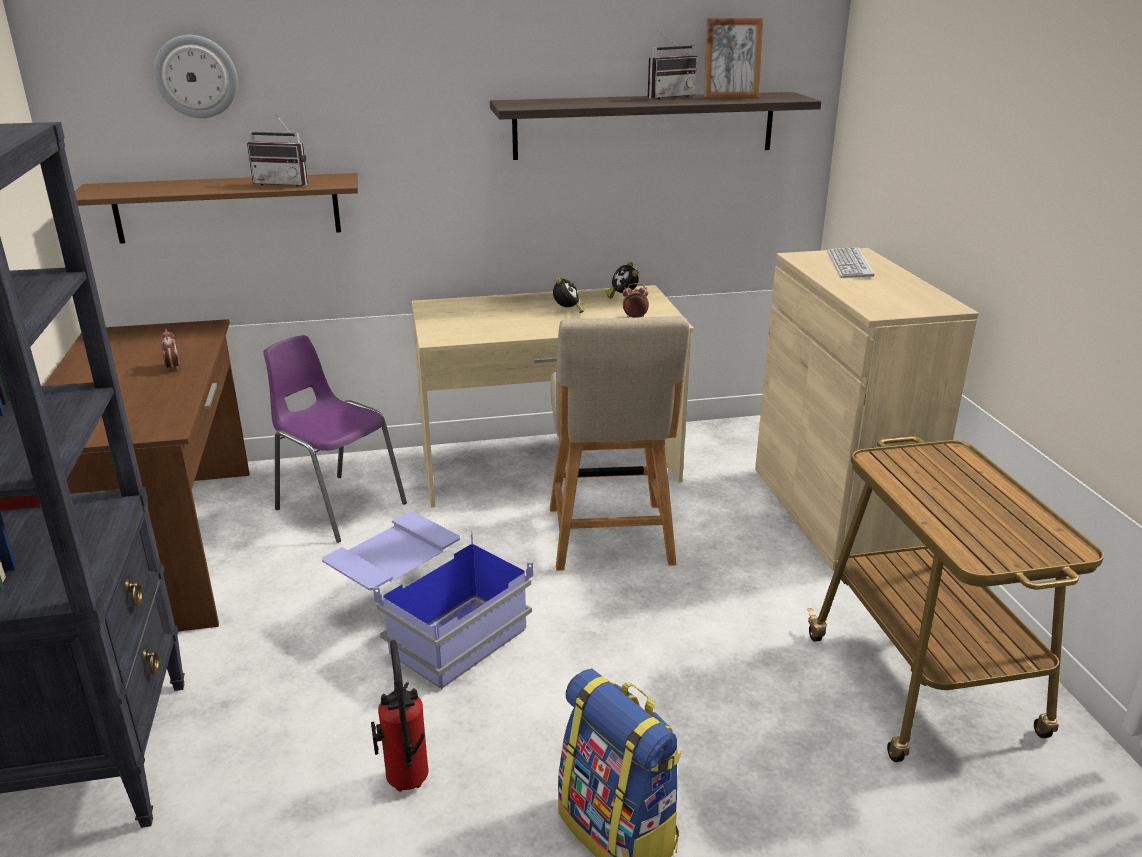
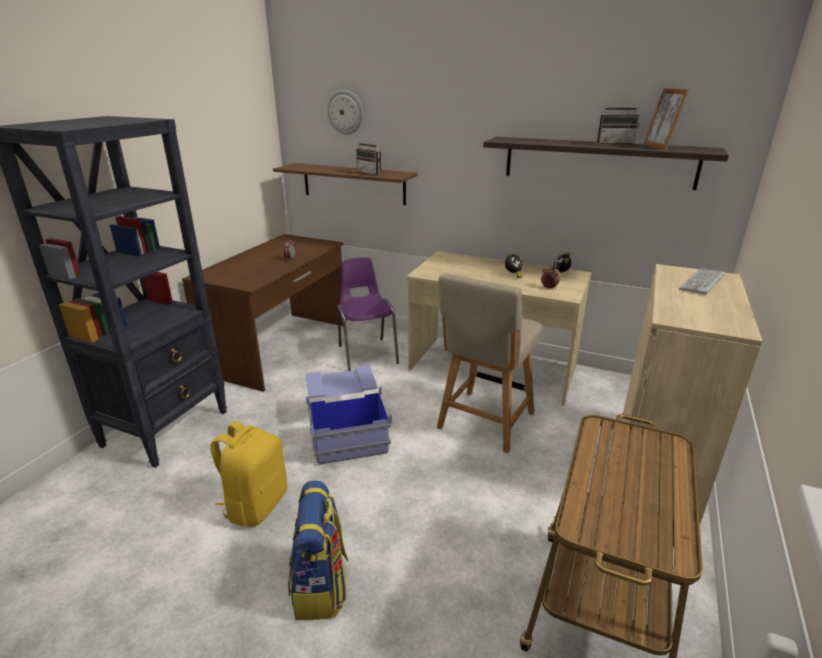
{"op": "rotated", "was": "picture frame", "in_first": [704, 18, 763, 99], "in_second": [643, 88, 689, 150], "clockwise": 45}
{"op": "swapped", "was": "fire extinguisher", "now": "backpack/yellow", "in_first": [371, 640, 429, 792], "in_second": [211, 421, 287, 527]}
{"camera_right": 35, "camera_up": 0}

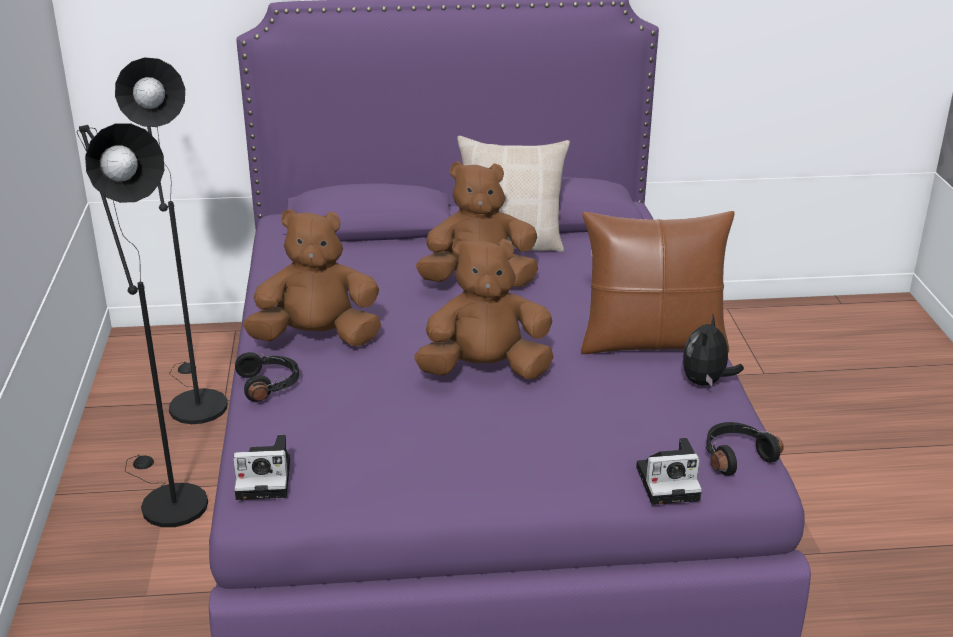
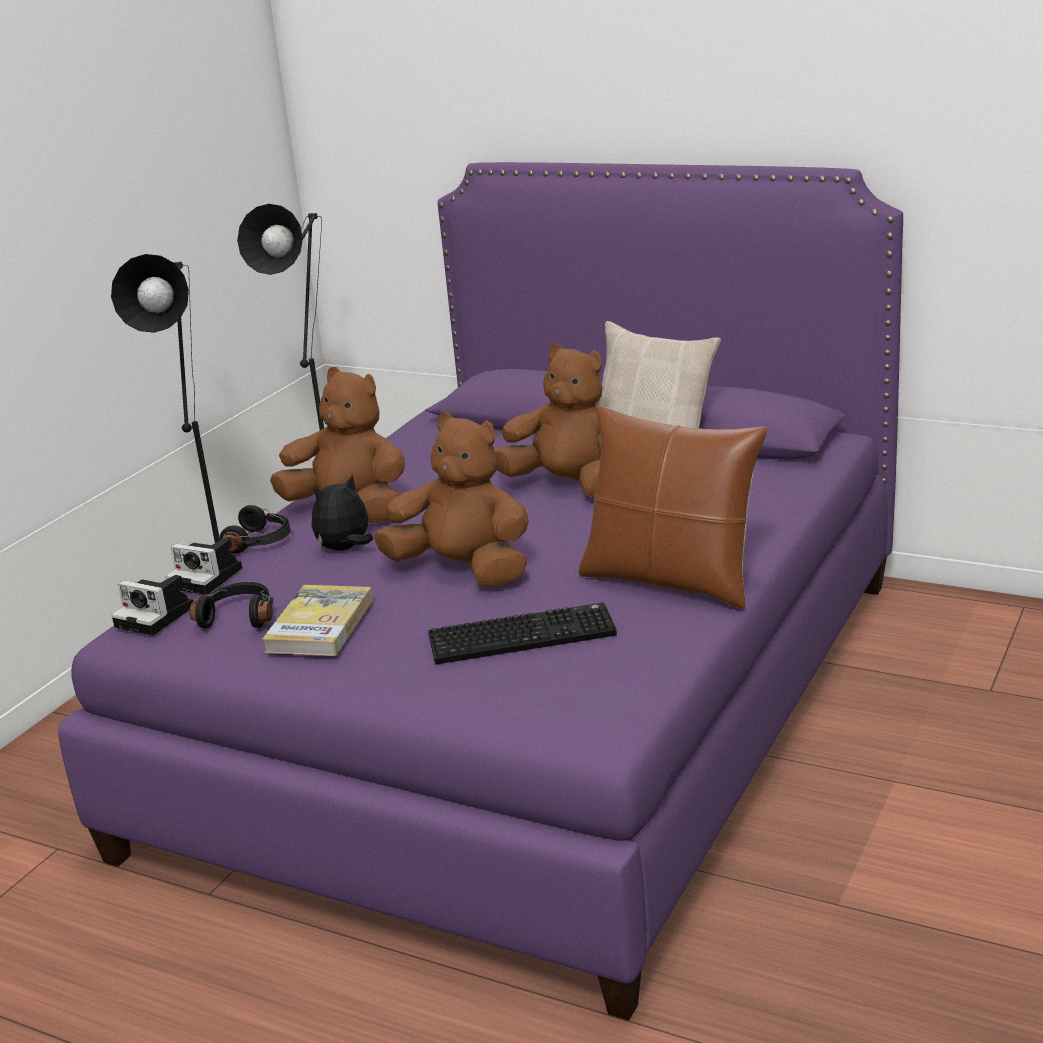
{"op": "shifted", "was": "plush toy", "in_first": [682, 315, 744, 386], "in_second": [312, 474, 373, 551]}
{"op": "shifted", "was": "headphones/black", "in_first": [705, 422, 784, 476], "in_second": [189, 582, 274, 628]}
{"op": "shifted", "was": "photo camera", "in_first": [636, 438, 702, 505], "in_second": [165, 538, 242, 595]}
{"op": "new", "now": "book", "in_second": [262, 585, 373, 656]}
{"op": "new", "now": "keyboard", "in_second": [428, 602, 617, 664]}
{"camera_right": 35, "camera_up": -5}

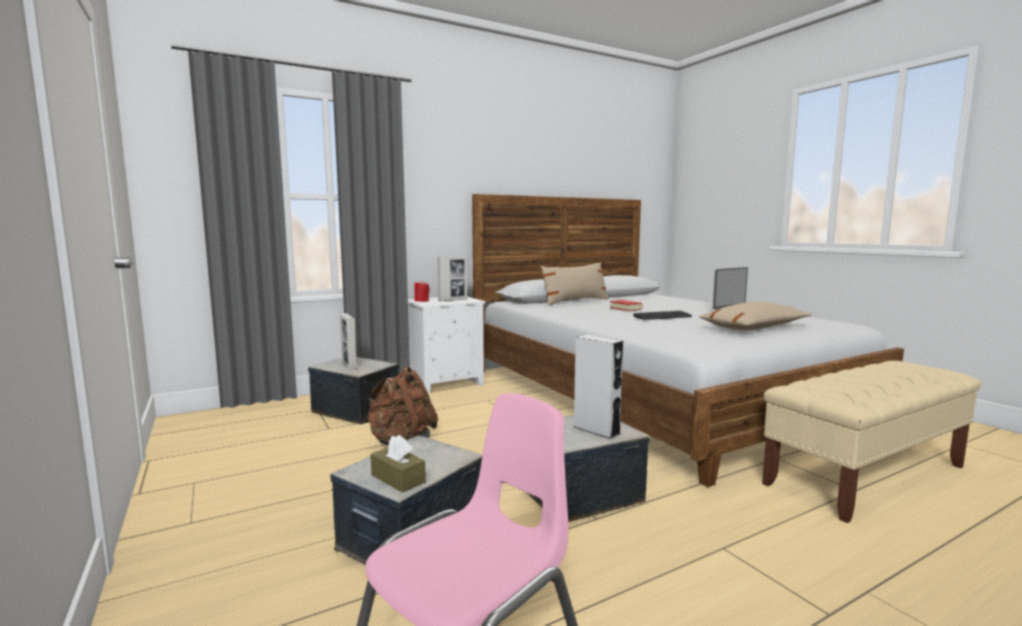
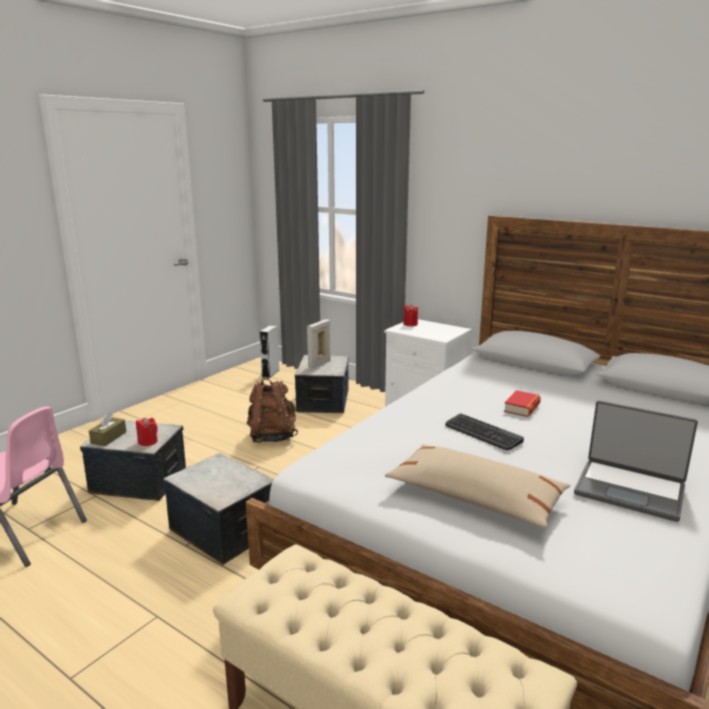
{"op": "gone", "was": "picture frame", "in_first": [437, 256, 467, 301]}
{"op": "gone", "was": "pillow/beige", "in_first": [541, 262, 609, 305]}
{"op": "shifted", "was": "speaker/grey", "in_first": [574, 335, 623, 439], "in_second": [259, 325, 280, 378]}
{"op": "new", "now": "candle/red", "in_second": [136, 418, 158, 446]}
{"camera_right": 65, "camera_up": 10}

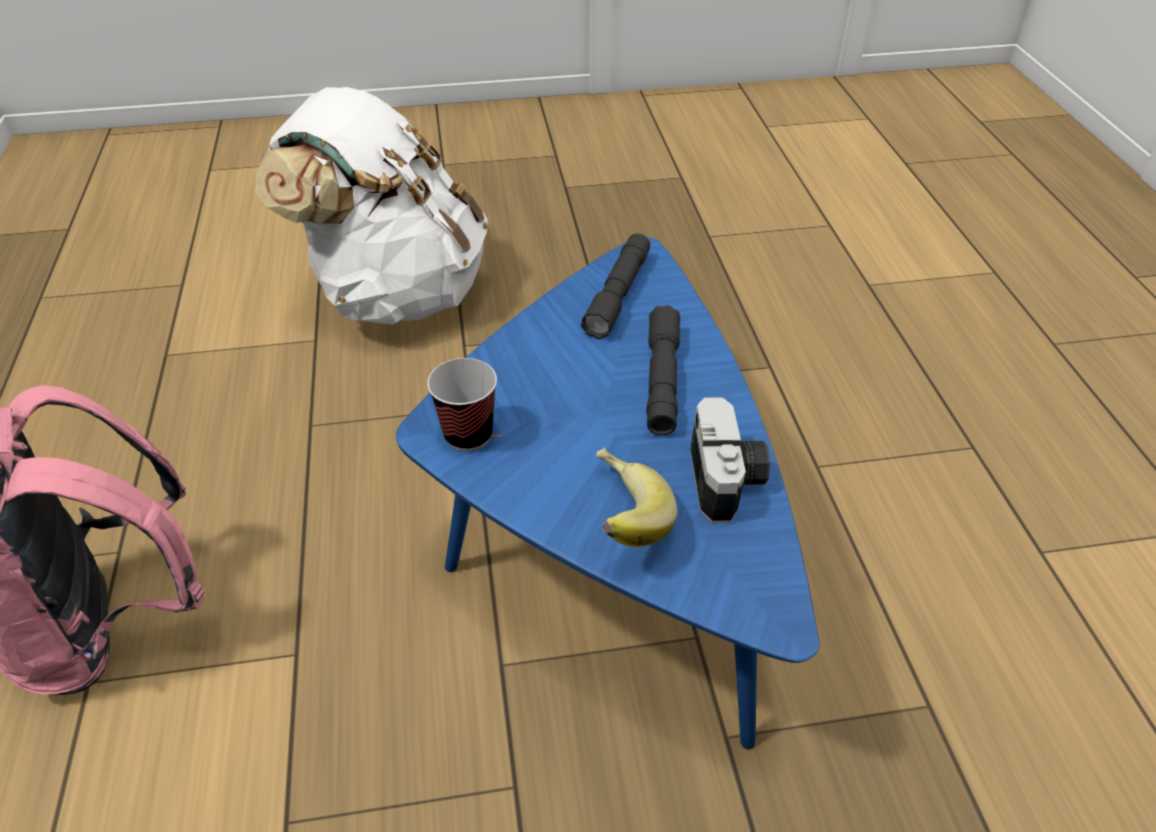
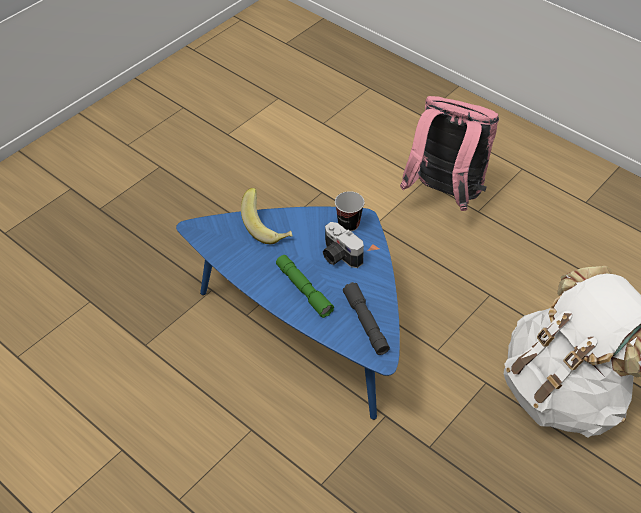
{"op": "repainted", "was": "flashlight/grey", "now": "flashlight/green", "in_first": [646, 305, 680, 435], "in_second": [276, 255, 334, 318]}
{"op": "shifted", "was": "photo camera", "in_first": [690, 397, 770, 523], "in_second": [323, 222, 364, 268]}
{"camera_right": 140, "camera_up": 5}

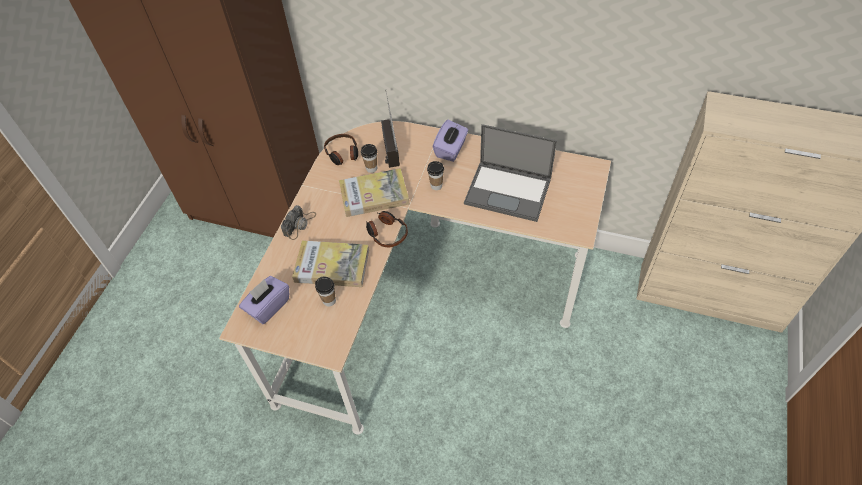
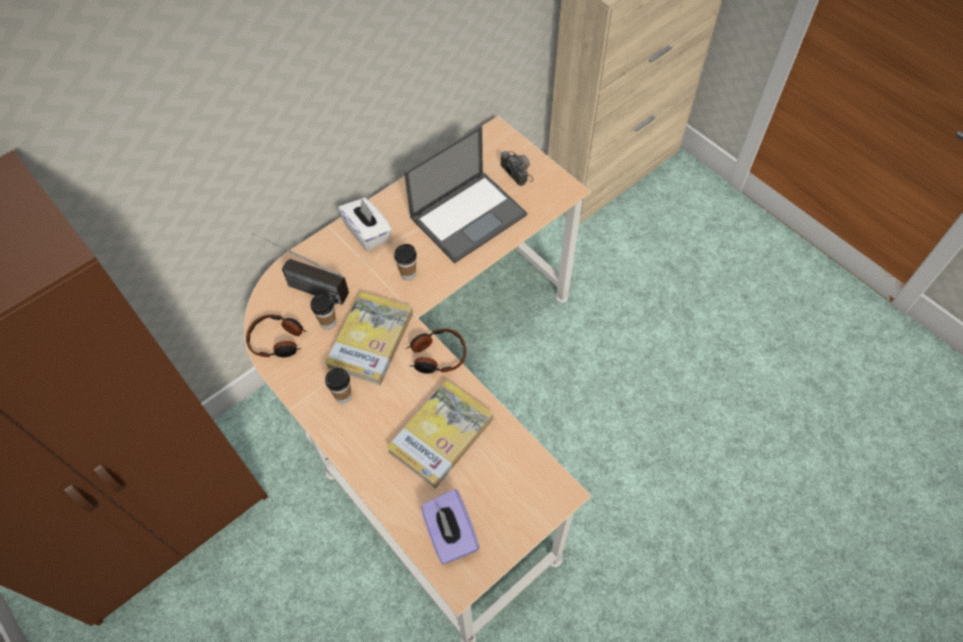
{"op": "repainted", "was": "tissue box/purple", "now": "tissue box/white", "in_first": [433, 120, 468, 162], "in_second": [338, 198, 392, 251]}
{"op": "shifted", "was": "photo camera", "in_first": [281, 205, 316, 240], "in_second": [501, 151, 534, 186]}
{"op": "shifted", "was": "cup", "in_first": [315, 277, 336, 306], "in_second": [325, 368, 352, 404]}
{"camera_right": -60, "camera_up": 5}

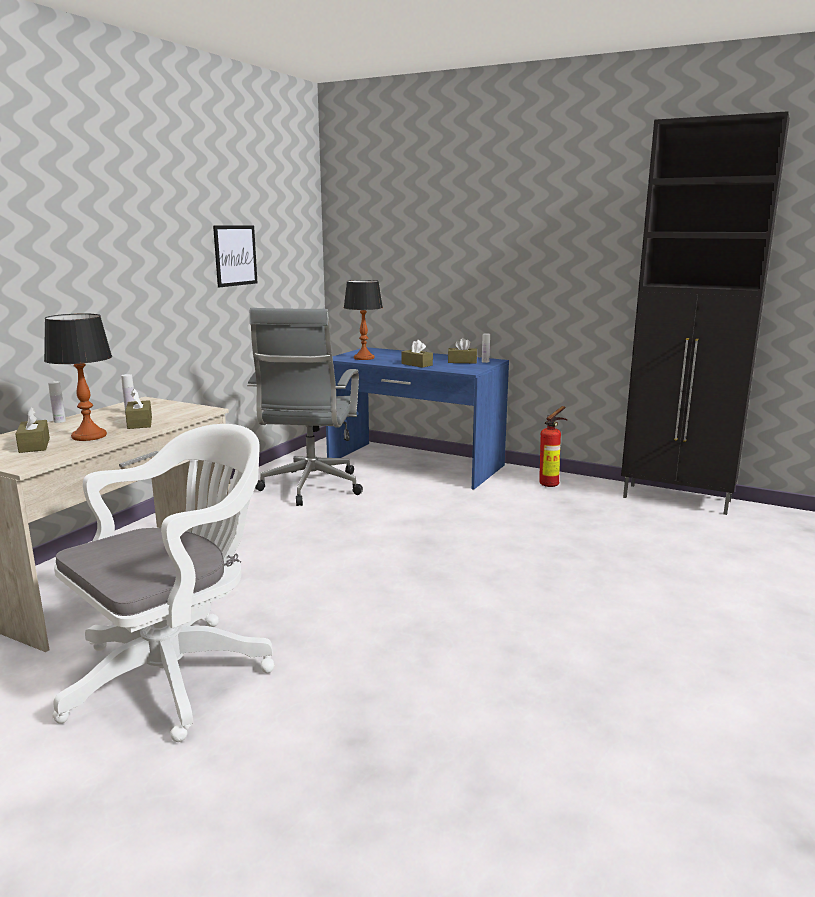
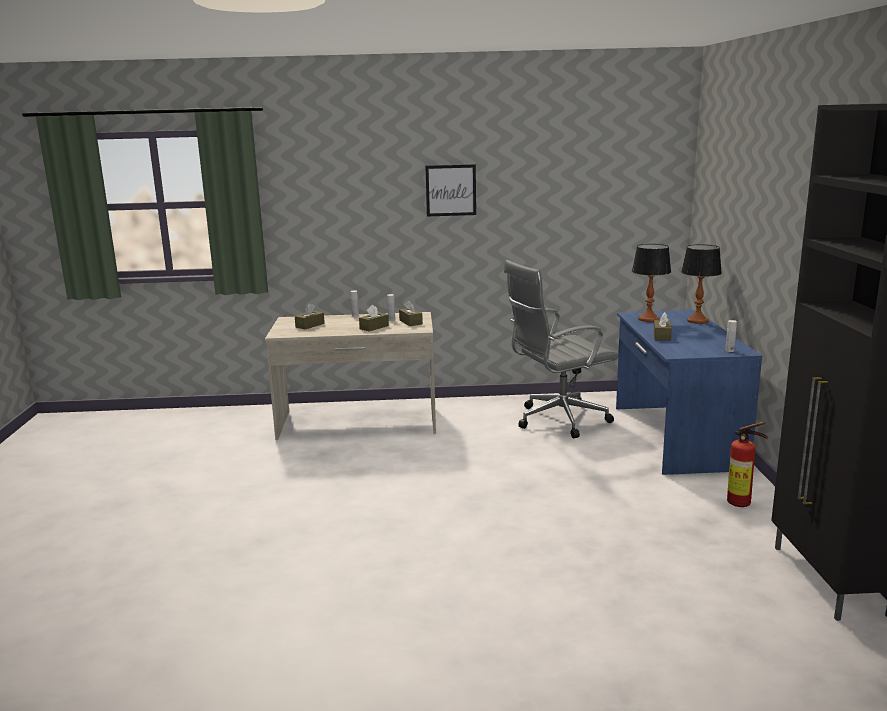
{"op": "shifted", "was": "picture", "in_first": [213, 225, 258, 287], "in_second": [425, 164, 476, 216]}
{"op": "shifted", "was": "table lamp", "in_first": [44, 314, 112, 441], "in_second": [681, 244, 722, 324]}
{"op": "shifted", "was": "tissue box/brown", "in_first": [448, 338, 477, 363], "in_second": [399, 300, 423, 326]}
{"op": "gone", "was": "office chair/white", "in_first": [52, 424, 275, 742]}
{"camera_right": 60, "camera_up": 0}

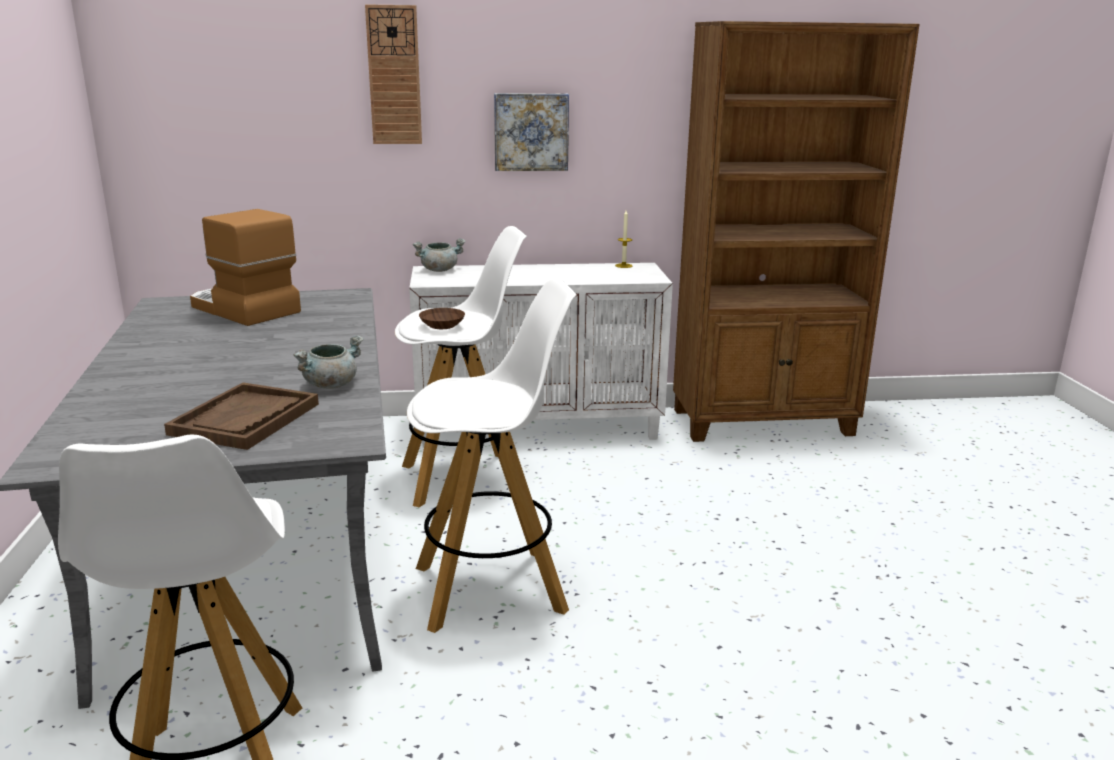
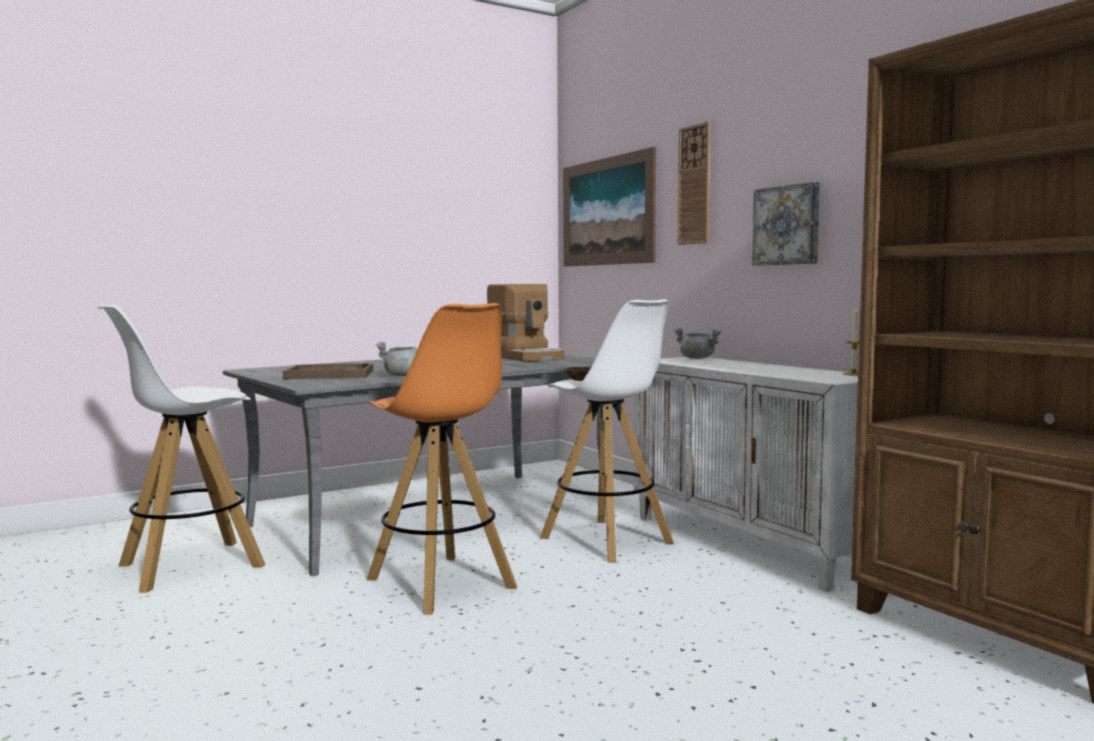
{"op": "rotated", "was": "coffee machine", "in_first": [190, 209, 301, 326], "in_second": [487, 284, 564, 361], "clockwise": 135}
{"op": "repainted", "was": "stool/white", "now": "stool/orange", "in_first": [407, 278, 576, 633], "in_second": [367, 303, 517, 615]}
{"op": "new", "now": "picture", "in_second": [563, 147, 656, 266]}
{"camera_right": 65, "camera_up": -15}

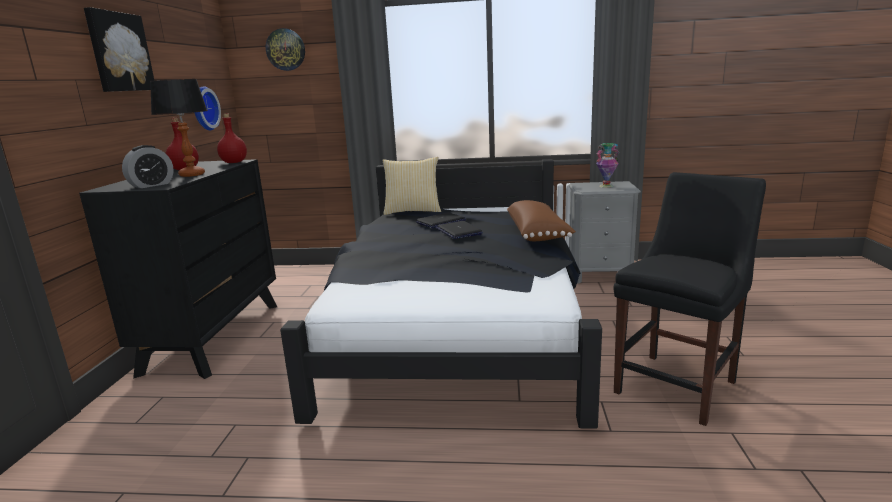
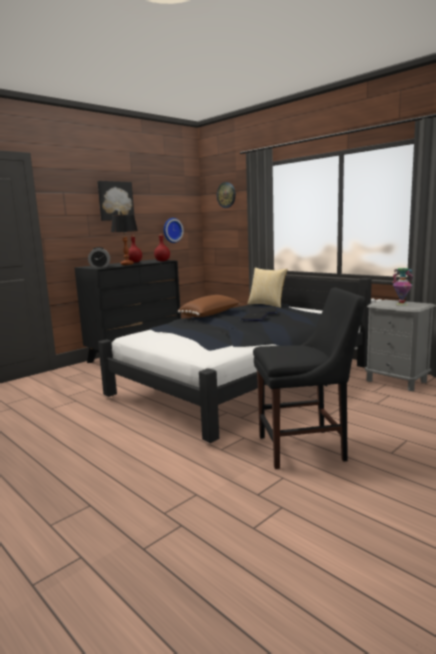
{"op": "shifted", "was": "pillow/brown", "in_first": [507, 200, 576, 241], "in_second": [178, 295, 240, 317]}
{"camera_right": 40, "camera_up": -5}

